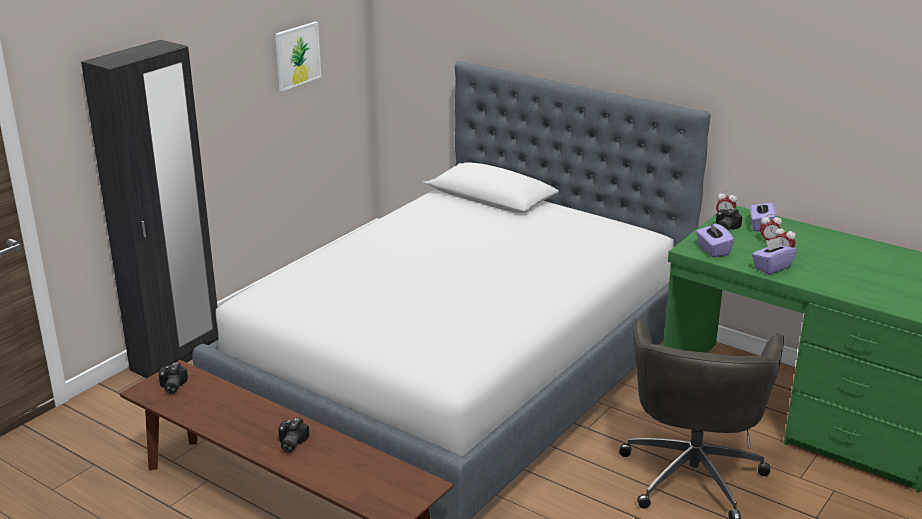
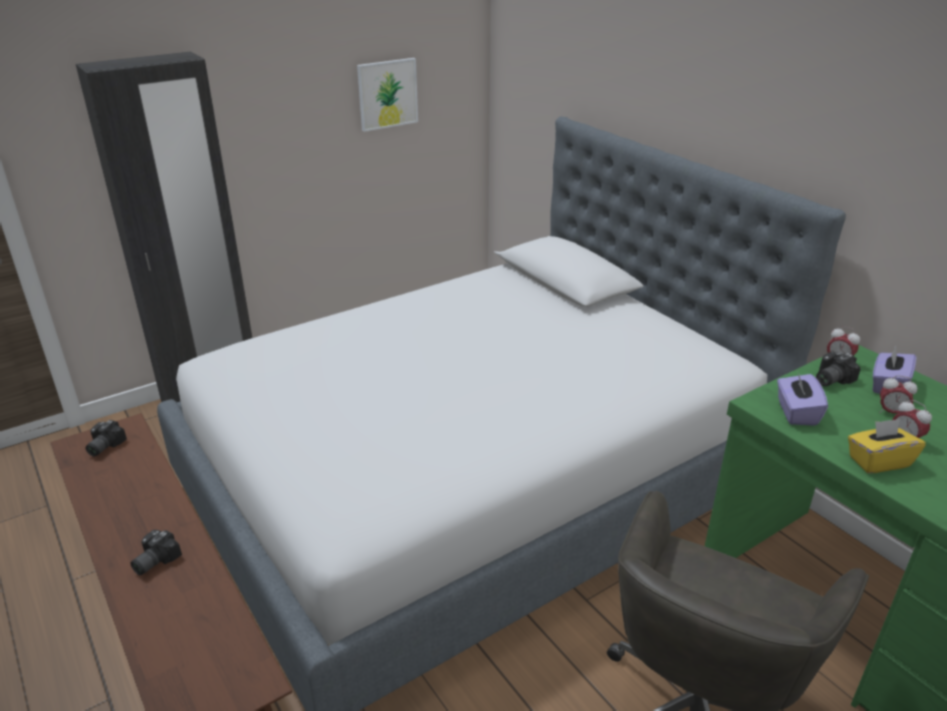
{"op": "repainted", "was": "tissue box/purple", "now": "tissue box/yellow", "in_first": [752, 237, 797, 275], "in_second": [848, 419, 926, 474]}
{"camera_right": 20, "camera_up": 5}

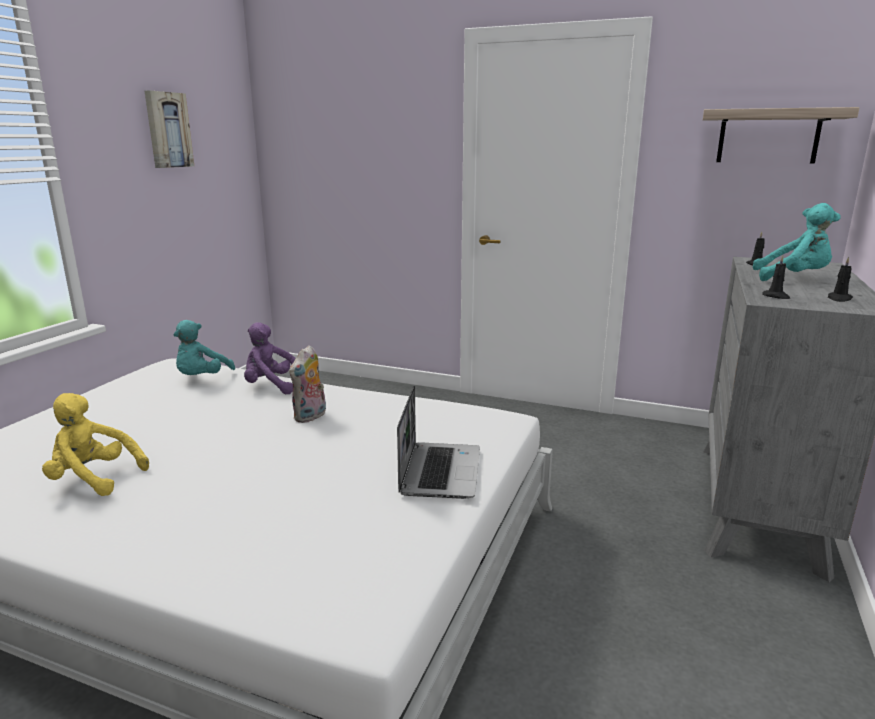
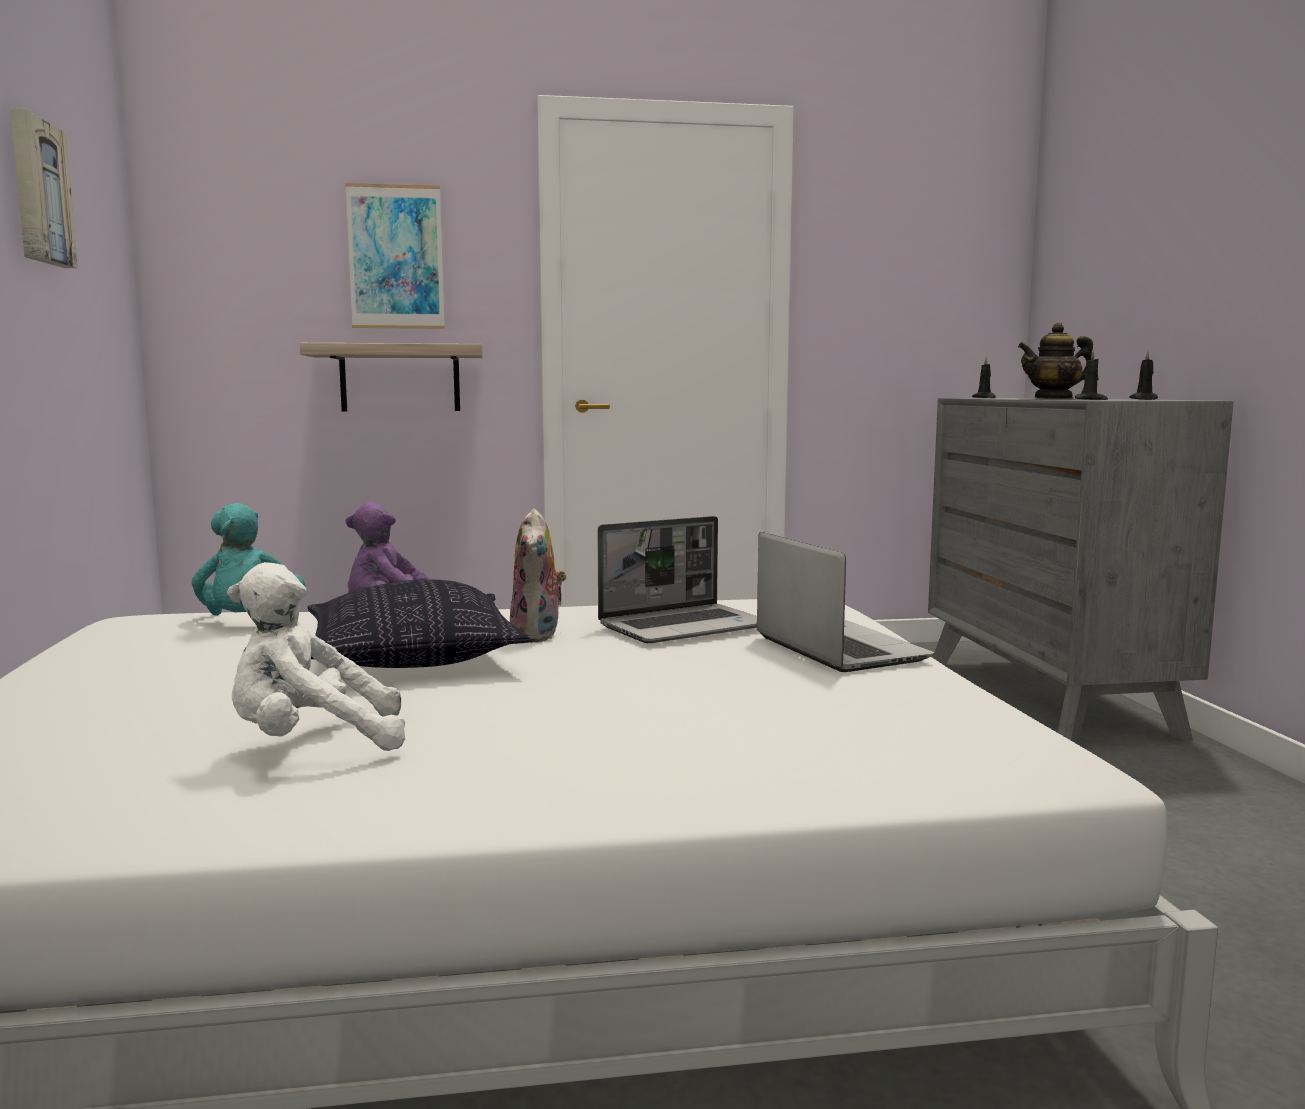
{"op": "shifted", "was": "shelf", "in_first": [703, 107, 860, 164], "in_second": [300, 343, 483, 411]}
{"op": "swapped", "was": "plush toy/turquoise", "now": "teapot", "in_first": [752, 203, 841, 281], "in_second": [1018, 323, 1093, 399]}
{"op": "repainted", "was": "plush toy/yellow", "now": "plush toy/white", "in_first": [42, 393, 149, 496], "in_second": [227, 562, 405, 751]}
{"op": "new", "now": "picture", "in_second": [345, 183, 445, 329]}
{"op": "new", "now": "laptop", "in_second": [597, 516, 757, 643]}
{"op": "new", "now": "pillow", "in_second": [307, 580, 531, 668]}
{"camera_right": -30, "camera_up": -10}

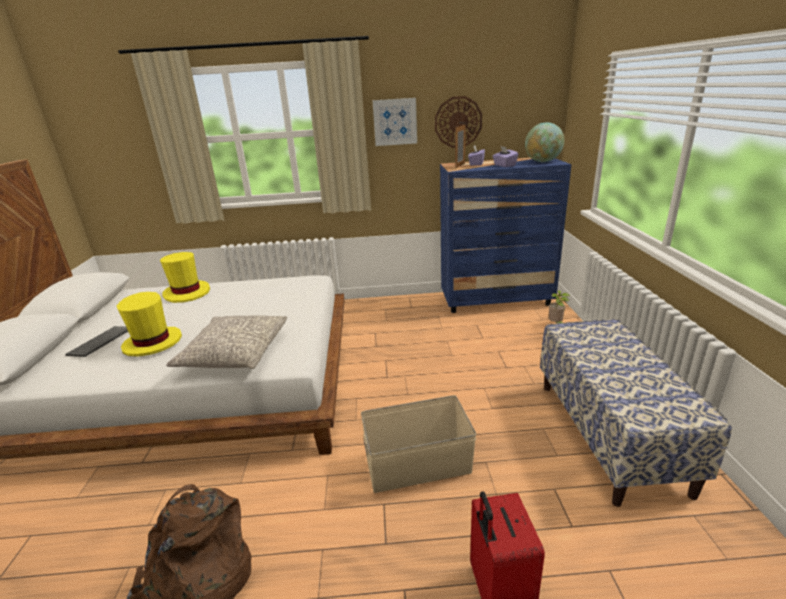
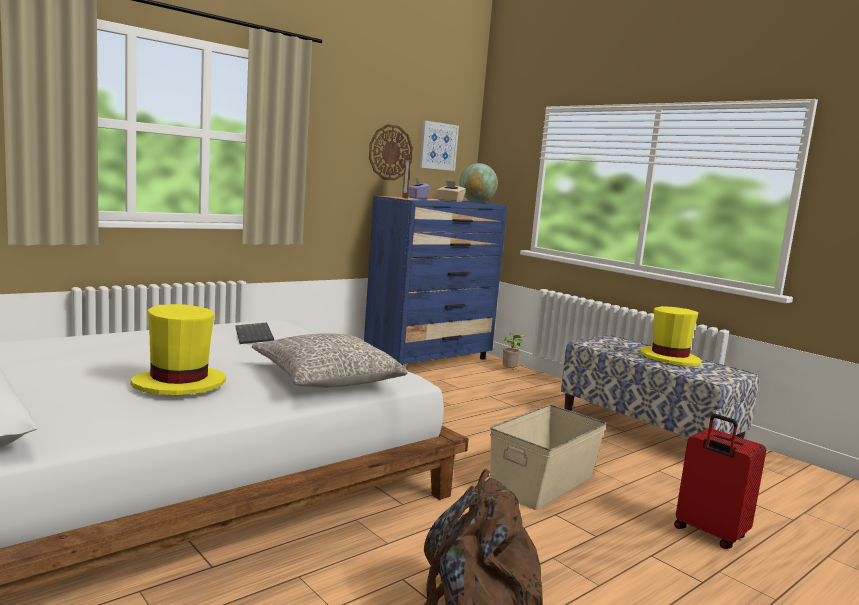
{"op": "shifted", "was": "picture", "in_first": [372, 98, 417, 146], "in_second": [419, 120, 459, 171]}
{"op": "repainted", "was": "tissue box/purple", "now": "tissue box/beige", "in_first": [492, 146, 518, 167], "in_second": [437, 181, 466, 202]}
{"op": "shifted", "was": "hat/yellow", "in_first": [160, 252, 210, 303], "in_second": [640, 306, 702, 367]}
{"op": "shifted", "was": "keyboard", "in_first": [65, 326, 128, 357], "in_second": [235, 322, 274, 344]}
{"camera_right": -40, "camera_up": -15}

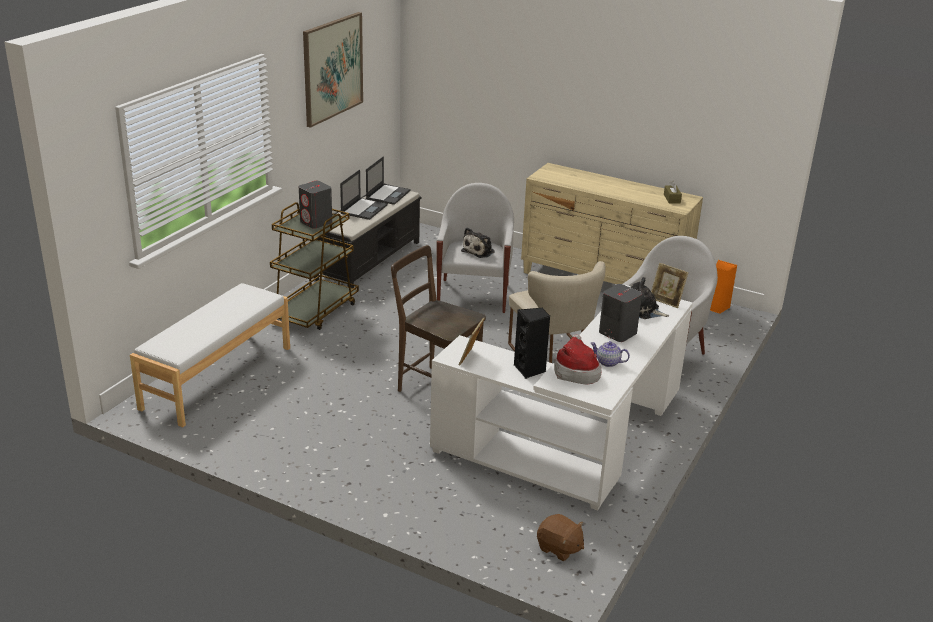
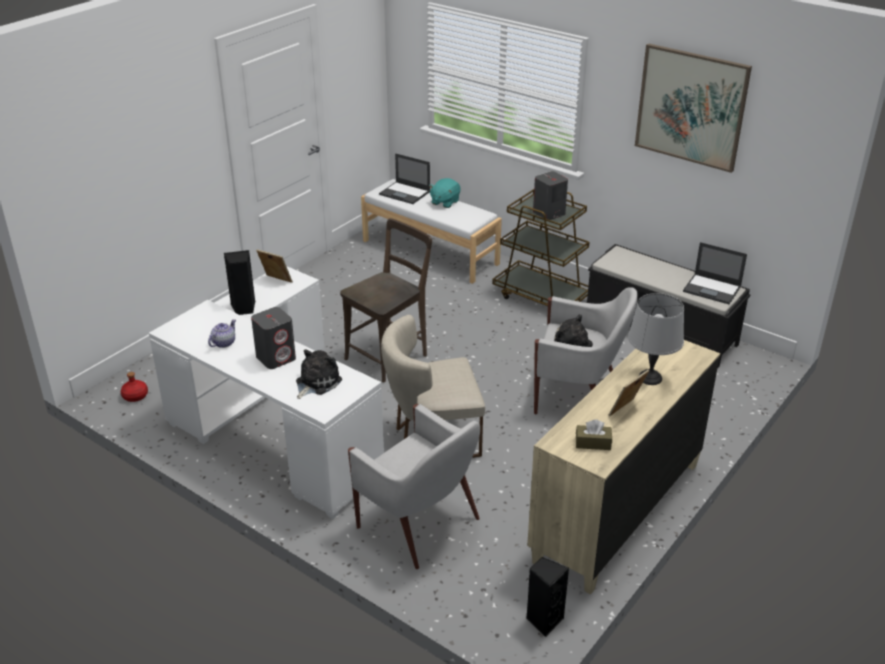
{"op": "shifted", "was": "laptop", "in_first": [340, 170, 388, 220], "in_second": [379, 153, 430, 204]}
{"op": "repainted", "was": "speaker/orange", "now": "speaker/black", "in_first": [710, 260, 738, 314], "in_second": [526, 557, 569, 637]}
{"op": "shifted", "was": "picture frame", "in_first": [651, 263, 688, 308], "in_second": [608, 369, 650, 416]}
{"op": "gone", "was": "hat", "in_first": [554, 335, 601, 385]}
{"op": "swapped", "was": "plush toy/brown", "now": "bottle/red", "in_first": [537, 514, 584, 561], "in_second": [121, 372, 148, 402]}
{"op": "new", "now": "plush toy/turquoise", "in_second": [429, 178, 460, 208]}
{"op": "new", "now": "table lamp/grey", "in_second": [628, 293, 684, 385]}
{"camera_right": 100, "camera_up": 5}

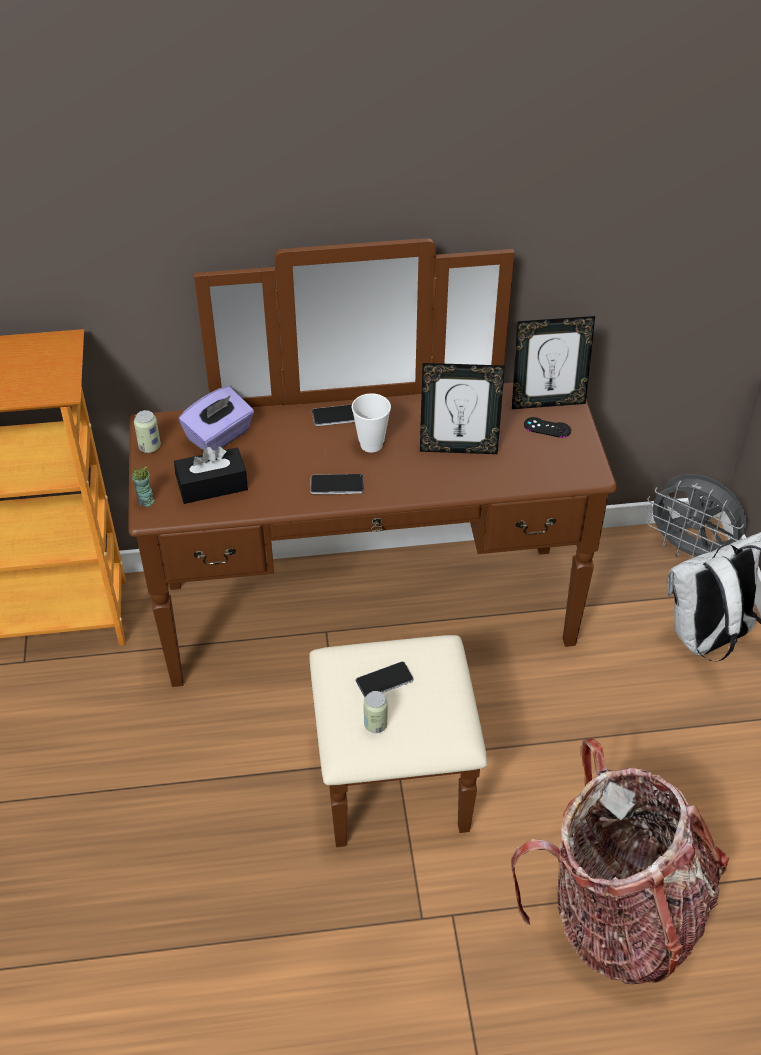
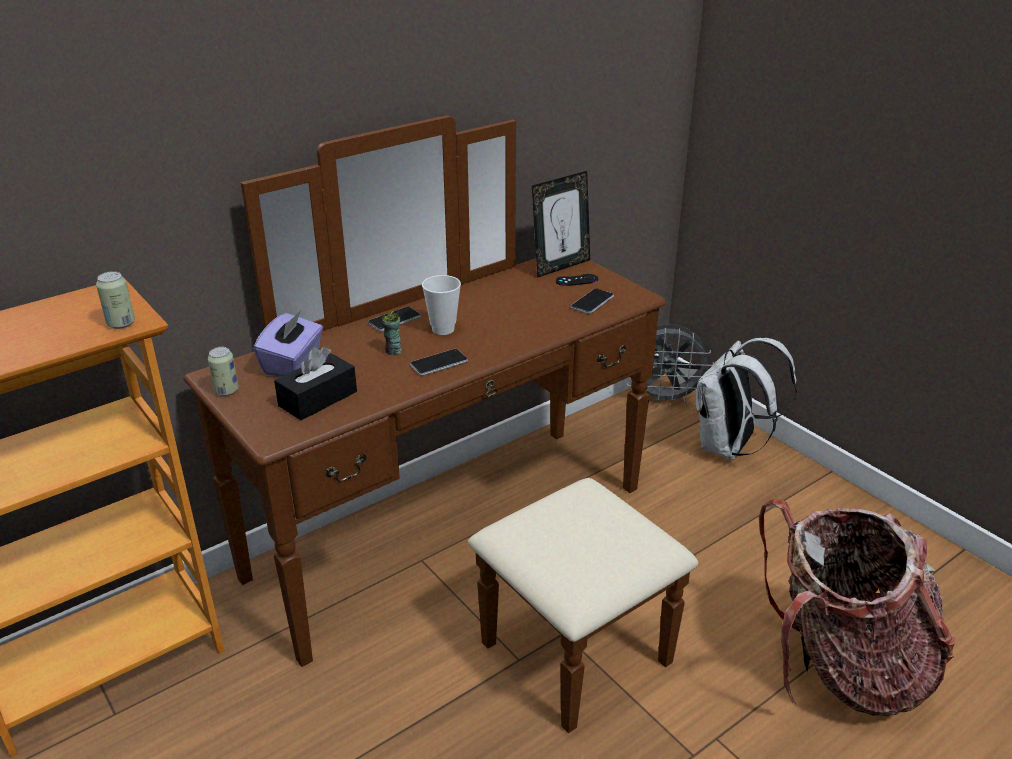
{"op": "gone", "was": "picture frame", "in_first": [420, 363, 505, 454]}
{"op": "shifted", "was": "cup", "in_first": [132, 466, 155, 507], "in_second": [382, 309, 402, 355]}
{"op": "shifted", "was": "phone", "in_first": [356, 662, 414, 698], "in_second": [571, 289, 614, 314]}
{"op": "shifted", "was": "can", "in_first": [364, 691, 388, 733], "in_second": [96, 271, 135, 329]}
{"camera_right": -30, "camera_up": -15}

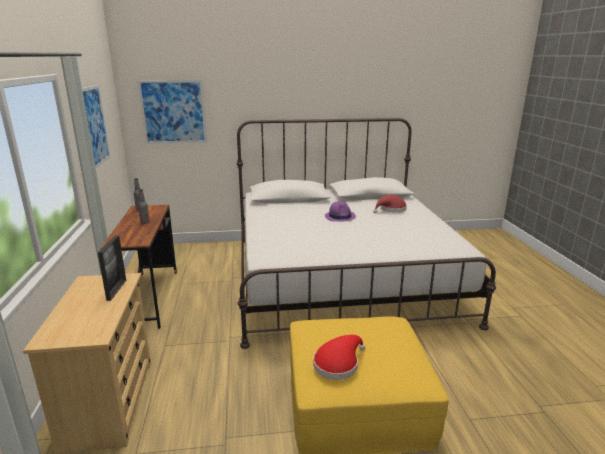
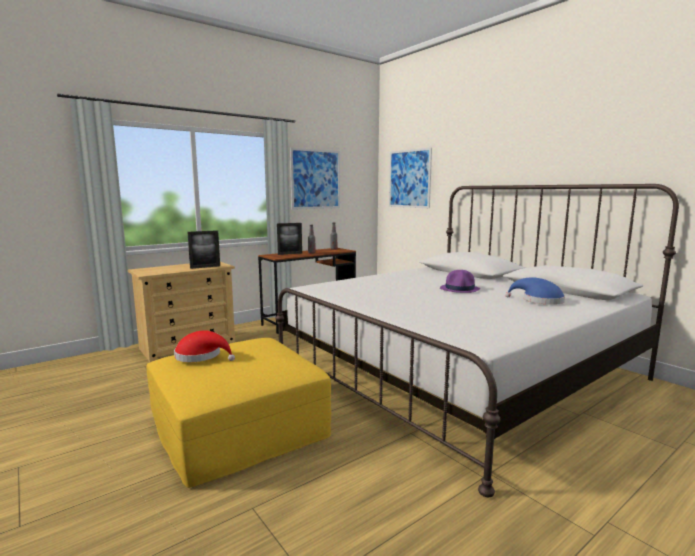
{"op": "repainted", "was": "hat/red", "now": "hat/blue", "in_first": [373, 195, 407, 213], "in_second": [505, 278, 565, 305]}
{"op": "new", "now": "picture frame", "in_second": [277, 223, 302, 255]}
{"camera_right": 60, "camera_up": -10}

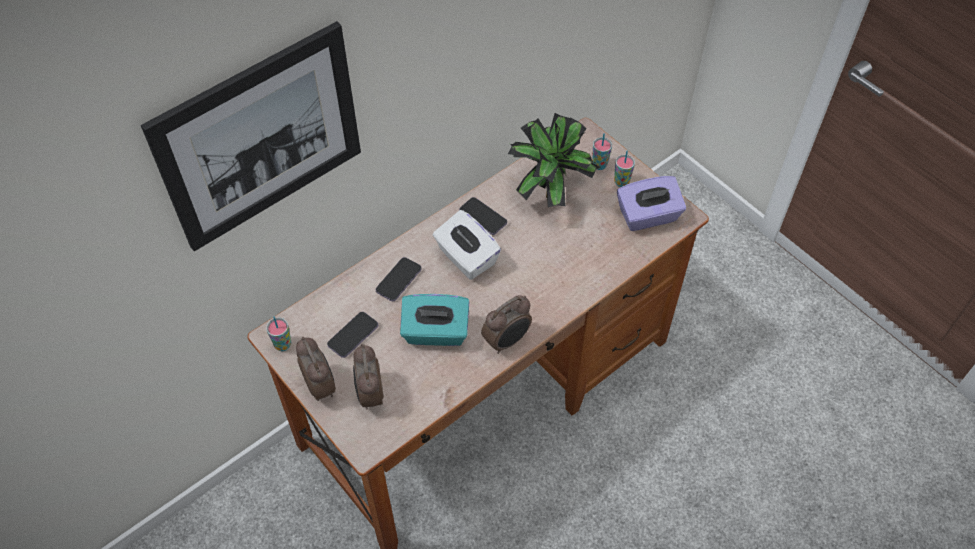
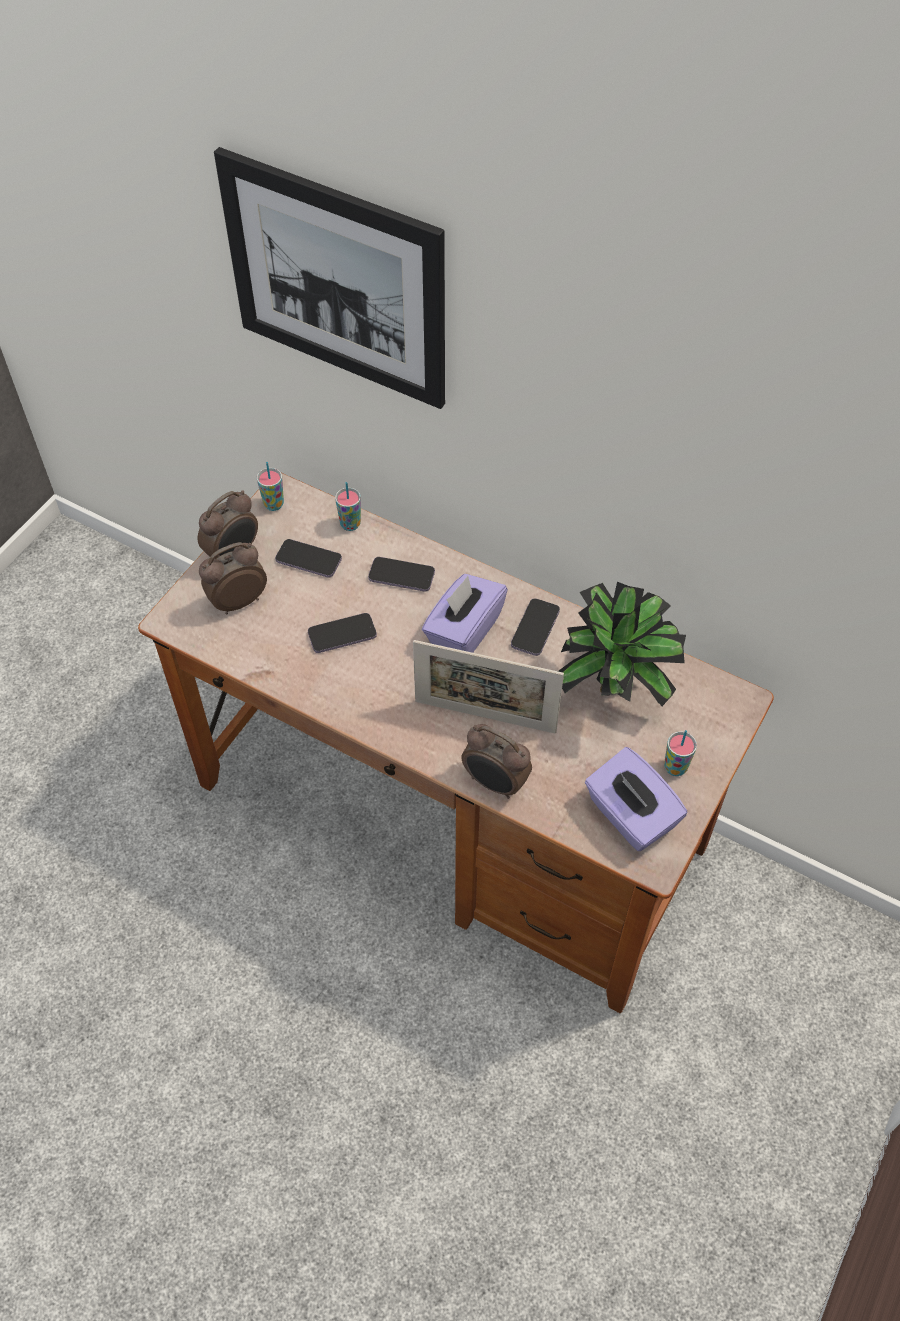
{"op": "shifted", "was": "cup", "in_first": [592, 133, 612, 170], "in_second": [335, 482, 361, 531]}
{"op": "repainted", "was": "tissue box/white", "now": "tissue box/purple", "in_first": [433, 210, 501, 280], "in_second": [422, 574, 508, 653]}
{"op": "swapped", "was": "tissue box/turquoise", "now": "phone", "in_first": [400, 294, 469, 346], "in_second": [308, 613, 377, 653]}
{"op": "shifted", "was": "alarm clock", "in_first": [481, 295, 532, 354], "in_second": [461, 724, 532, 799]}
{"op": "new", "now": "picture frame", "in_second": [413, 640, 564, 734]}
{"camera_right": 70, "camera_up": 0}

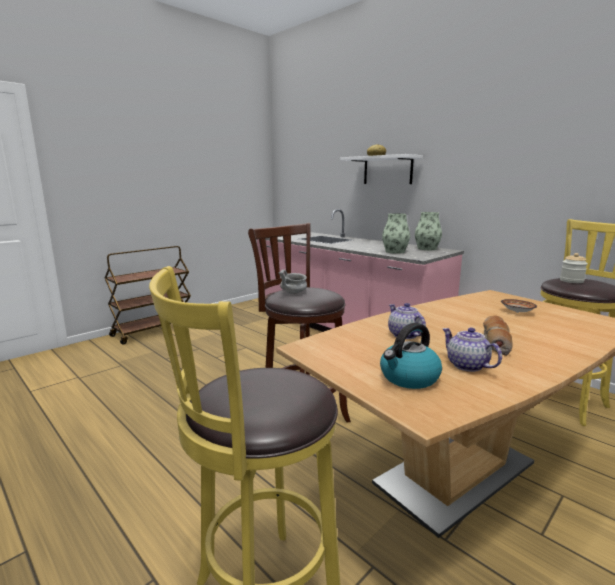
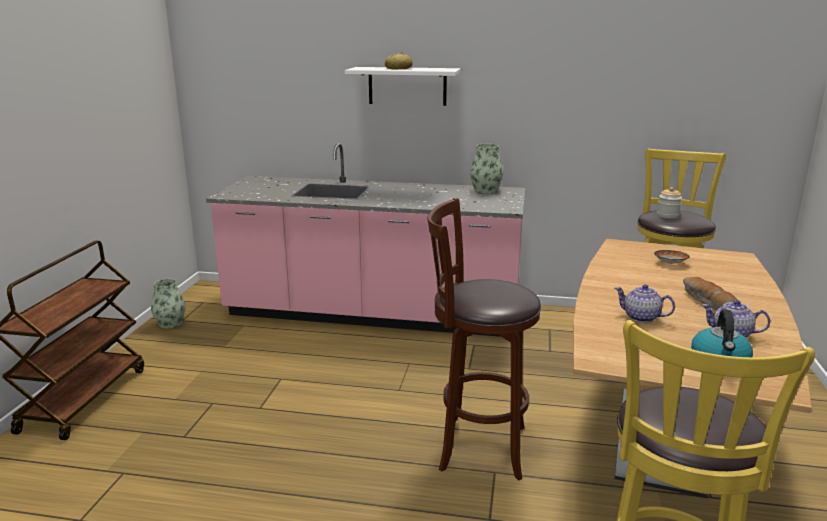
{"op": "shifted", "was": "vase", "in_first": [382, 213, 410, 254], "in_second": [151, 279, 186, 329]}
{"op": "gone", "was": "bowl/grey", "in_first": [279, 270, 307, 294]}
{"camera_right": -35, "camera_up": 5}

